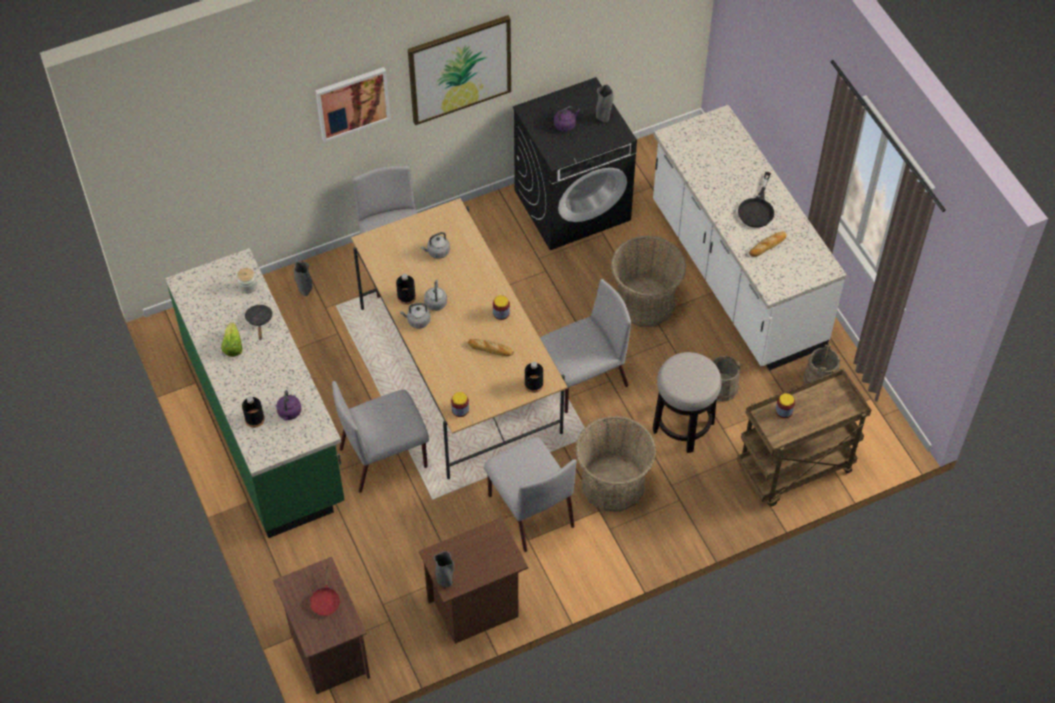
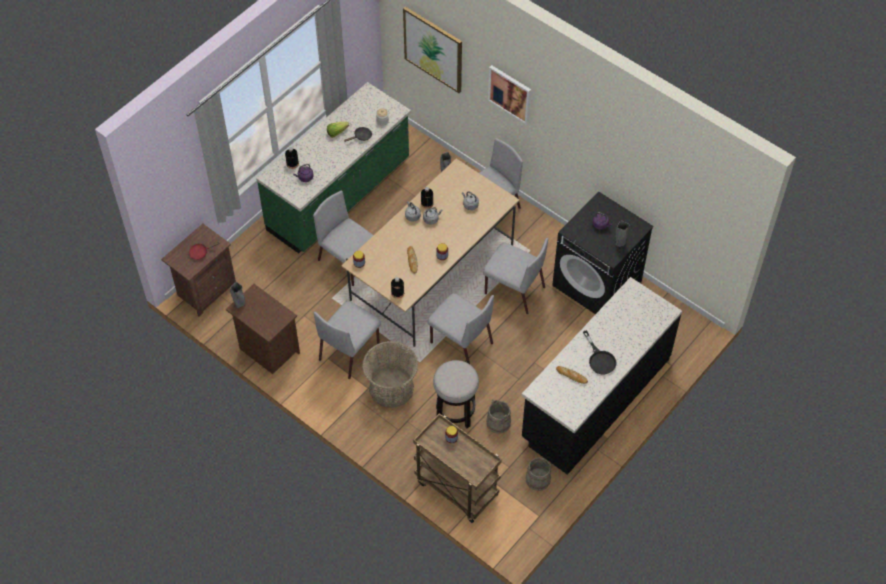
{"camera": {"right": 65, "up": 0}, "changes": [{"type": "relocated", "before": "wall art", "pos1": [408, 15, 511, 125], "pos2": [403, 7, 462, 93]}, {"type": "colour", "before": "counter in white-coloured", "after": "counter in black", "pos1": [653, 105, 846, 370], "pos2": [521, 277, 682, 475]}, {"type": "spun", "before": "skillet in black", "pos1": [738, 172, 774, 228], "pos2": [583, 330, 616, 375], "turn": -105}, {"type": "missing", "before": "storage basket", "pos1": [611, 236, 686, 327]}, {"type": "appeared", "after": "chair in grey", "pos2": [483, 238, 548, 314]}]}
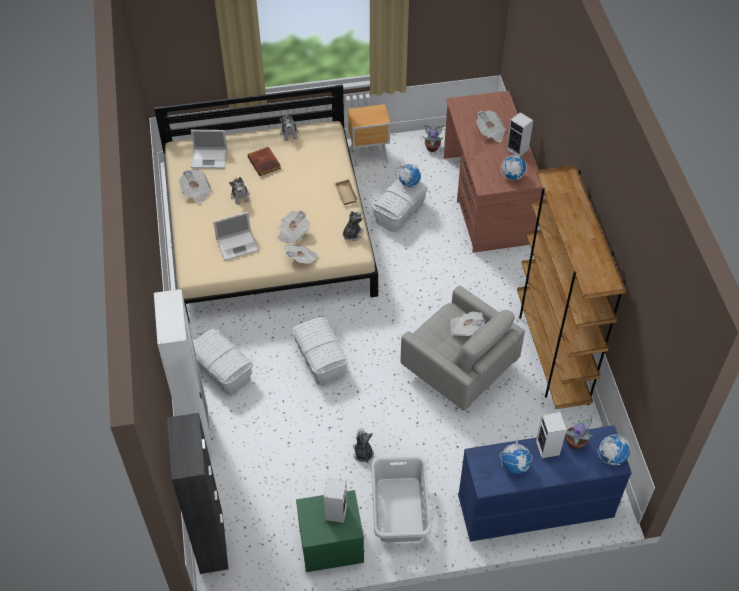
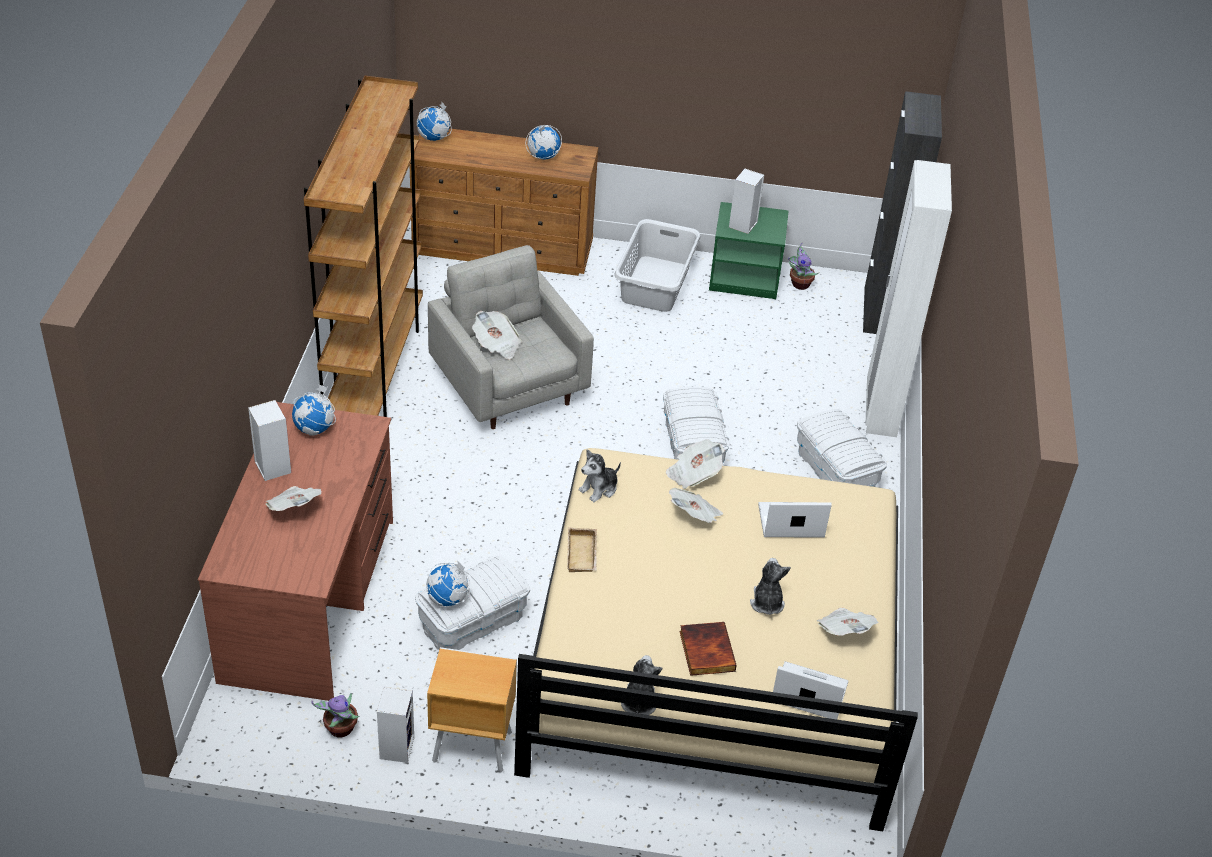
{"camera": {"right": -165, "up": -10}, "changes": [{"type": "relocated", "before": "loudspeaker", "pos1": [536, 412, 567, 458], "pos2": [377, 687, 414, 763]}, {"type": "relocated", "before": "potted plant", "pos1": [565, 415, 593, 449], "pos2": [788, 243, 819, 290]}, {"type": "colour", "before": "dresser in blue-coloured", "after": "dresser in brownish", "pos1": [458, 425, 632, 542], "pos2": [410, 128, 598, 276]}, {"type": "missing", "before": "soft toy", "pos1": [353, 428, 374, 463]}]}
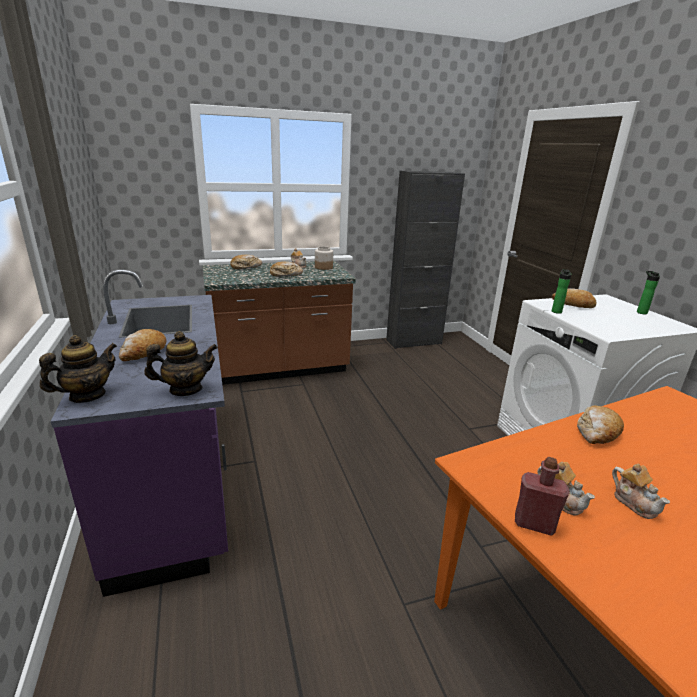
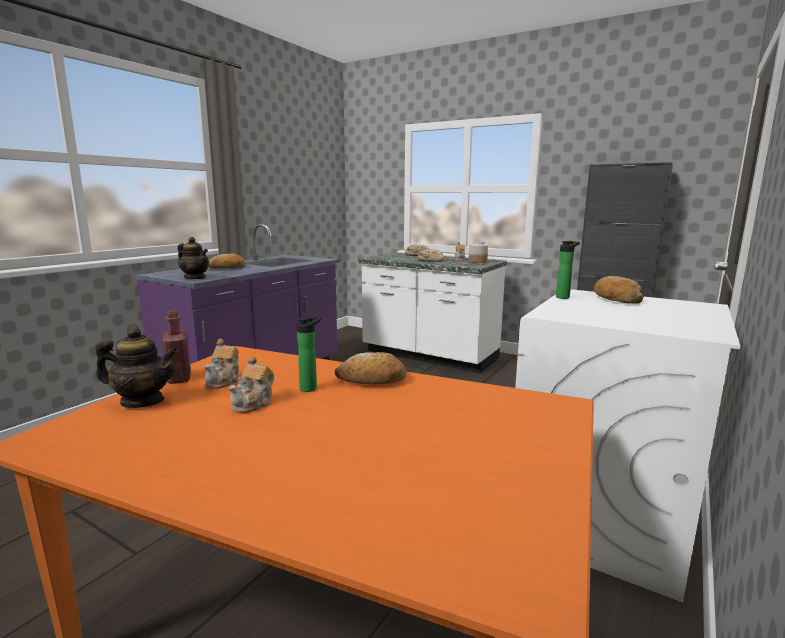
{"camera": {"right": 50, "up": -10}, "changes": [{"type": "colour", "before": "counter in brownish", "after": "counter in white-coloured", "pos1": [203, 261, 356, 385], "pos2": [358, 252, 507, 373]}, {"type": "relocated", "before": "beverage bottle", "pos1": [637, 271, 660, 315], "pos2": [297, 316, 321, 392]}, {"type": "relocated", "before": "pot for tea", "pos1": [39, 335, 117, 403], "pos2": [96, 326, 179, 408]}]}
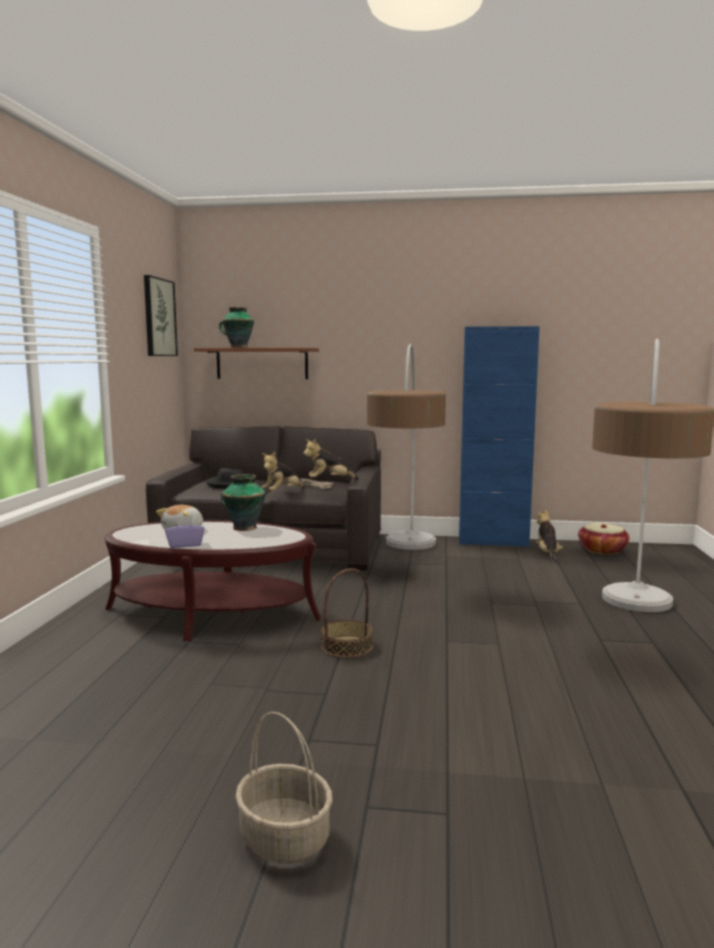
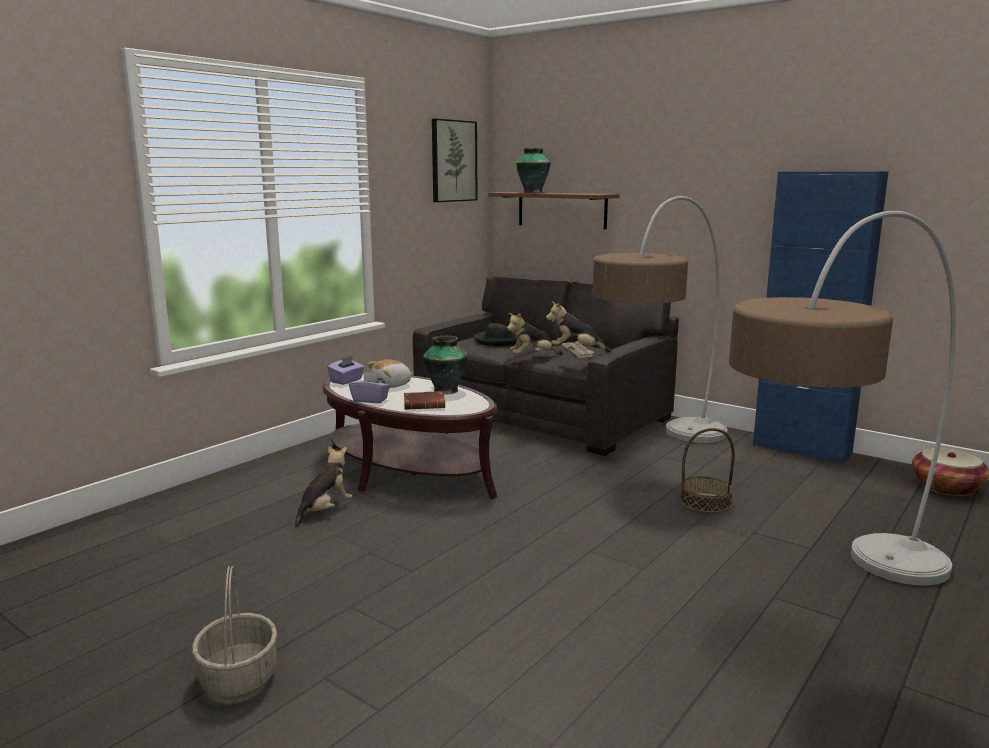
{"camera": {"right": 30, "up": 5}, "changes": [{"type": "relocated", "before": "soft toy", "pos1": [537, 511, 563, 563], "pos2": [295, 446, 352, 527]}, {"type": "relocated", "before": "storage basket", "pos1": [321, 568, 373, 658], "pos2": [680, 428, 735, 513]}, {"type": "appeared", "after": "tissue holder in purplish", "pos2": [327, 355, 365, 385]}, {"type": "appeared", "after": "volume in brownish", "pos2": [404, 391, 445, 410]}]}
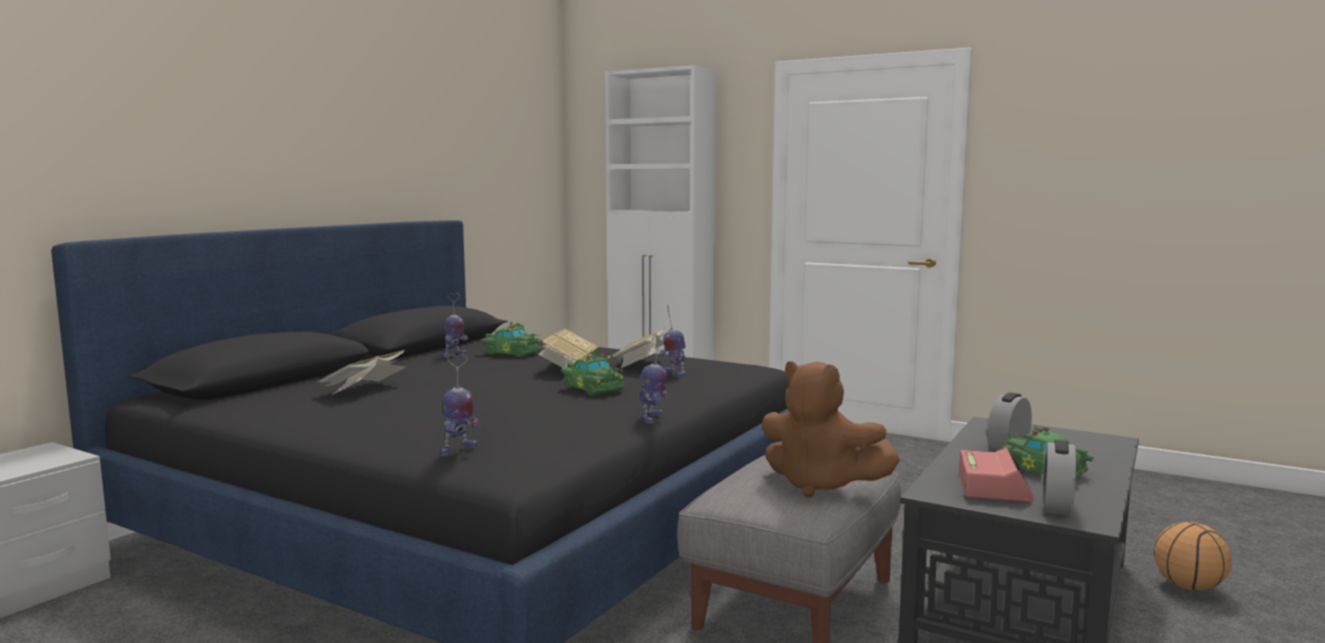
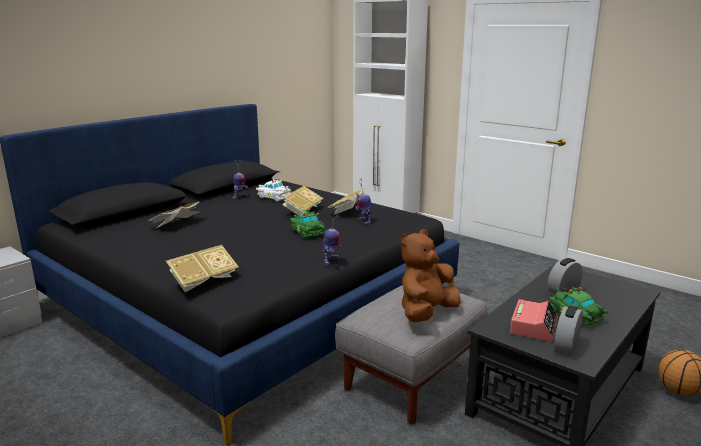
{"camera": {"right": 10, "up": 10}, "changes": [{"type": "colour", "before": "model car in greenish", "after": "model car in white-coloured", "pos1": [481, 322, 541, 357], "pos2": [256, 178, 292, 201]}, {"type": "exchanged", "before": "toy robot", "after": "volume", "pos1": [440, 355, 481, 455], "pos2": [166, 245, 239, 292]}, {"type": "spun", "before": "soft toy in brownish", "pos1": [761, 361, 900, 498], "pos2": [401, 229, 461, 323], "turn": 90}]}
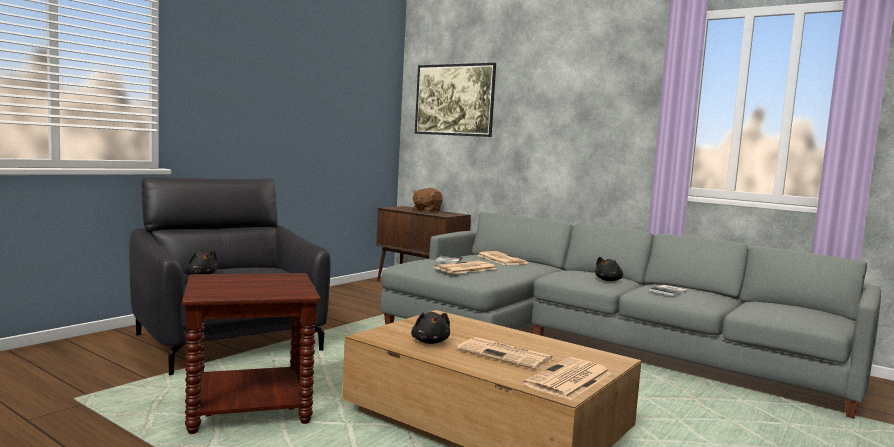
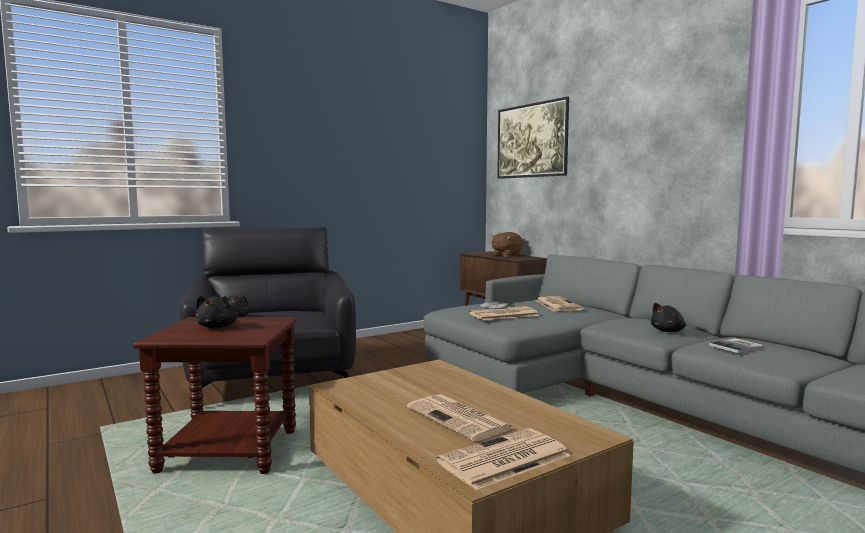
{"camera": {"right": 20, "up": 0}, "changes": [{"type": "relocated", "before": "soft toy in black", "pos1": [411, 312, 450, 344], "pos2": [195, 296, 237, 328]}]}
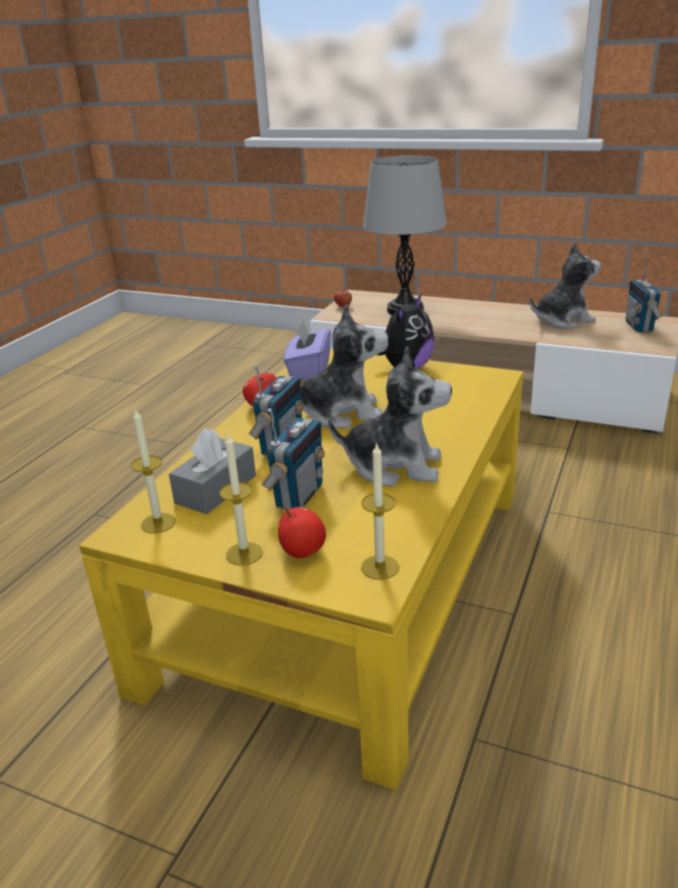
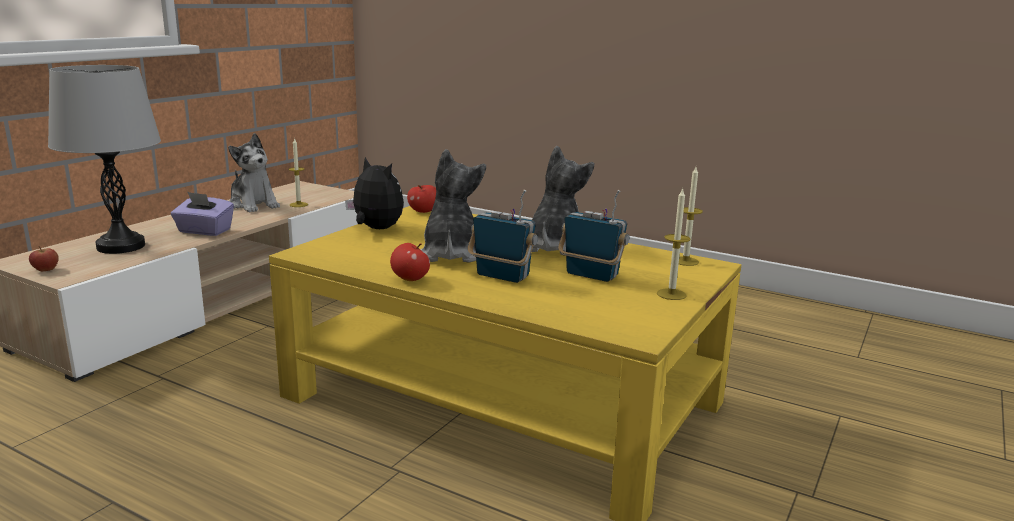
{"camera": {"right": -85, "up": -10}, "changes": [{"type": "spun", "before": "soft toy", "pos1": [530, 242, 601, 329], "pos2": [228, 133, 280, 212], "turn": 150}, {"type": "missing", "before": "radio", "pos1": [625, 257, 663, 333]}, {"type": "relocated", "before": "tissue holder in purplish", "pos1": [284, 321, 331, 381], "pos2": [171, 192, 234, 236]}, {"type": "relocated", "before": "wax light", "pos1": [131, 408, 176, 534], "pos2": [288, 138, 308, 207]}, {"type": "missing", "before": "tissue holder in grey", "pos1": [169, 428, 256, 514]}, {"type": "relocated", "before": "apple", "pos1": [278, 507, 326, 558], "pos2": [407, 185, 436, 213]}]}
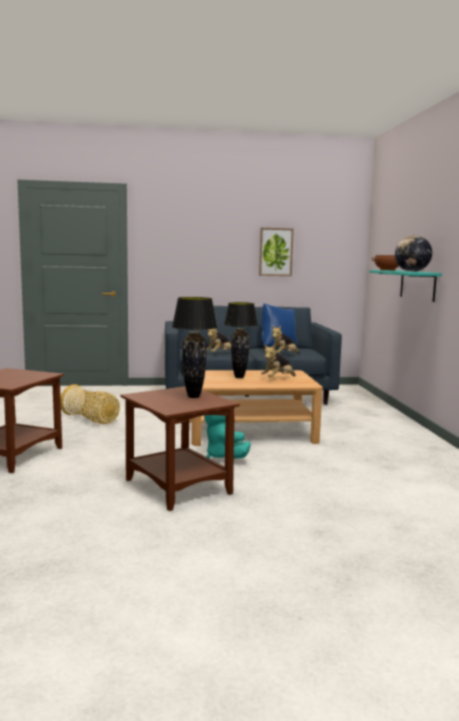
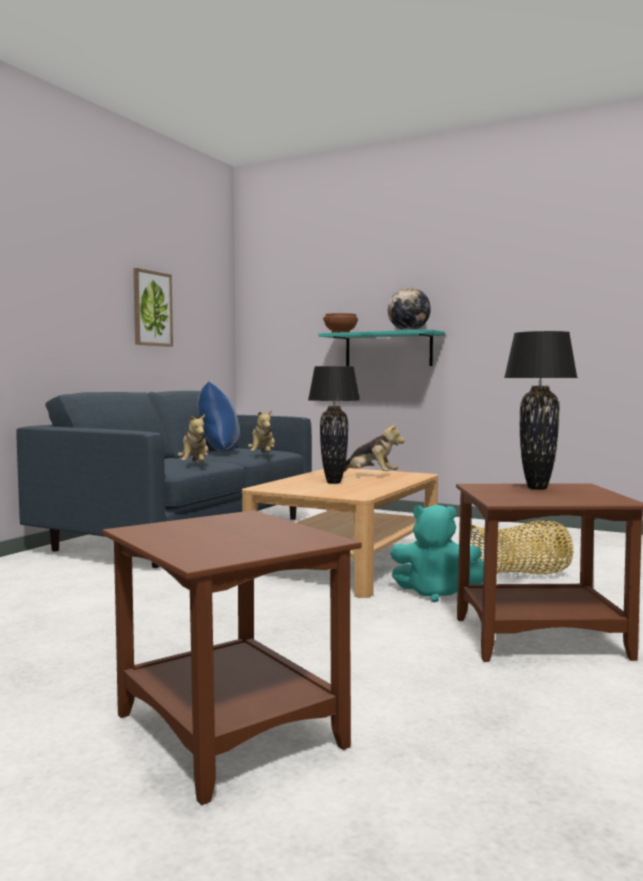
{"camera": {"right": -55, "up": -5}, "changes": [{"type": "spun", "before": "soft toy", "pos1": [261, 345, 295, 377], "pos2": [344, 423, 405, 472], "turn": -60}, {"type": "relocated", "before": "storage basket", "pos1": [61, 385, 120, 424], "pos2": [470, 521, 574, 575]}]}
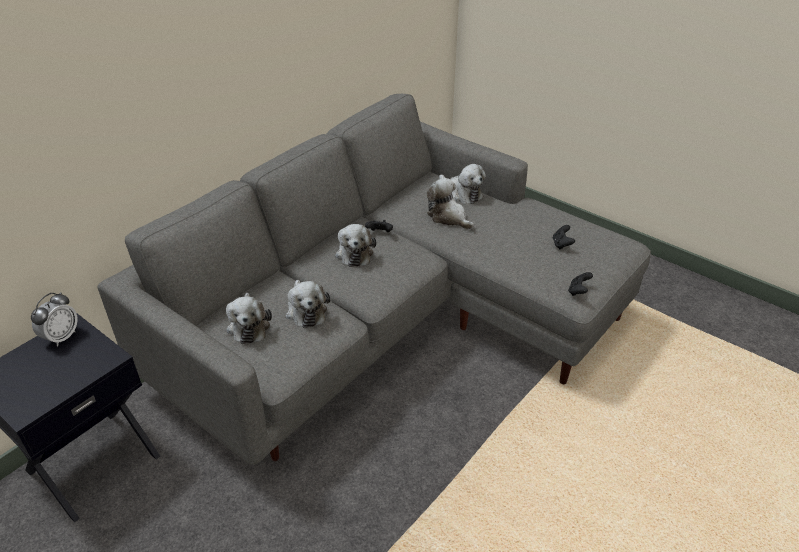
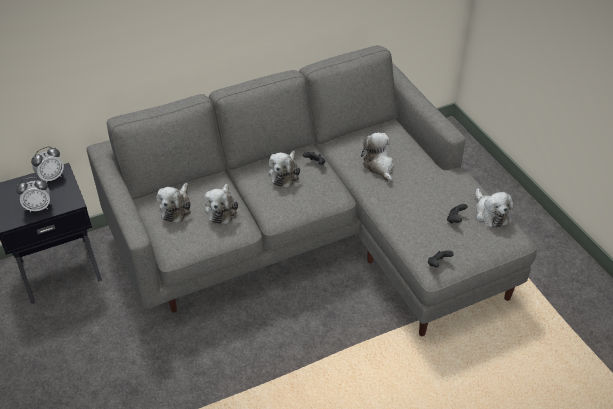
{"camera": {"right": 25, "up": 5}, "changes": [{"type": "relocated", "before": "soft toy", "pos1": [439, 164, 486, 204], "pos2": [475, 188, 514, 228]}, {"type": "appeared", "after": "table clock", "pos2": [16, 177, 50, 212]}]}
